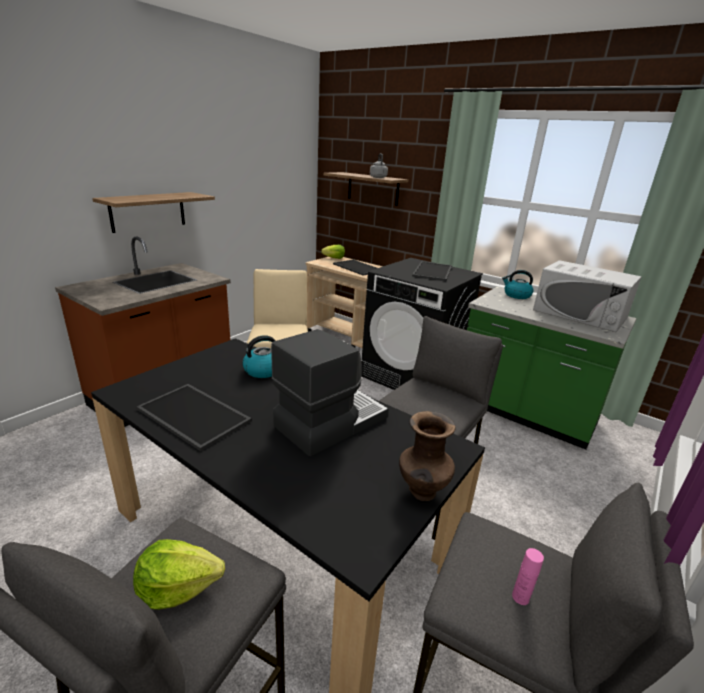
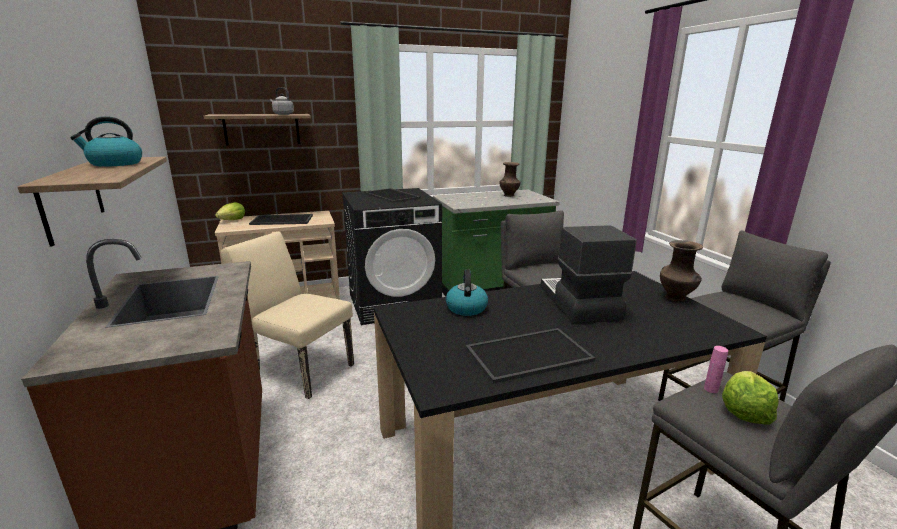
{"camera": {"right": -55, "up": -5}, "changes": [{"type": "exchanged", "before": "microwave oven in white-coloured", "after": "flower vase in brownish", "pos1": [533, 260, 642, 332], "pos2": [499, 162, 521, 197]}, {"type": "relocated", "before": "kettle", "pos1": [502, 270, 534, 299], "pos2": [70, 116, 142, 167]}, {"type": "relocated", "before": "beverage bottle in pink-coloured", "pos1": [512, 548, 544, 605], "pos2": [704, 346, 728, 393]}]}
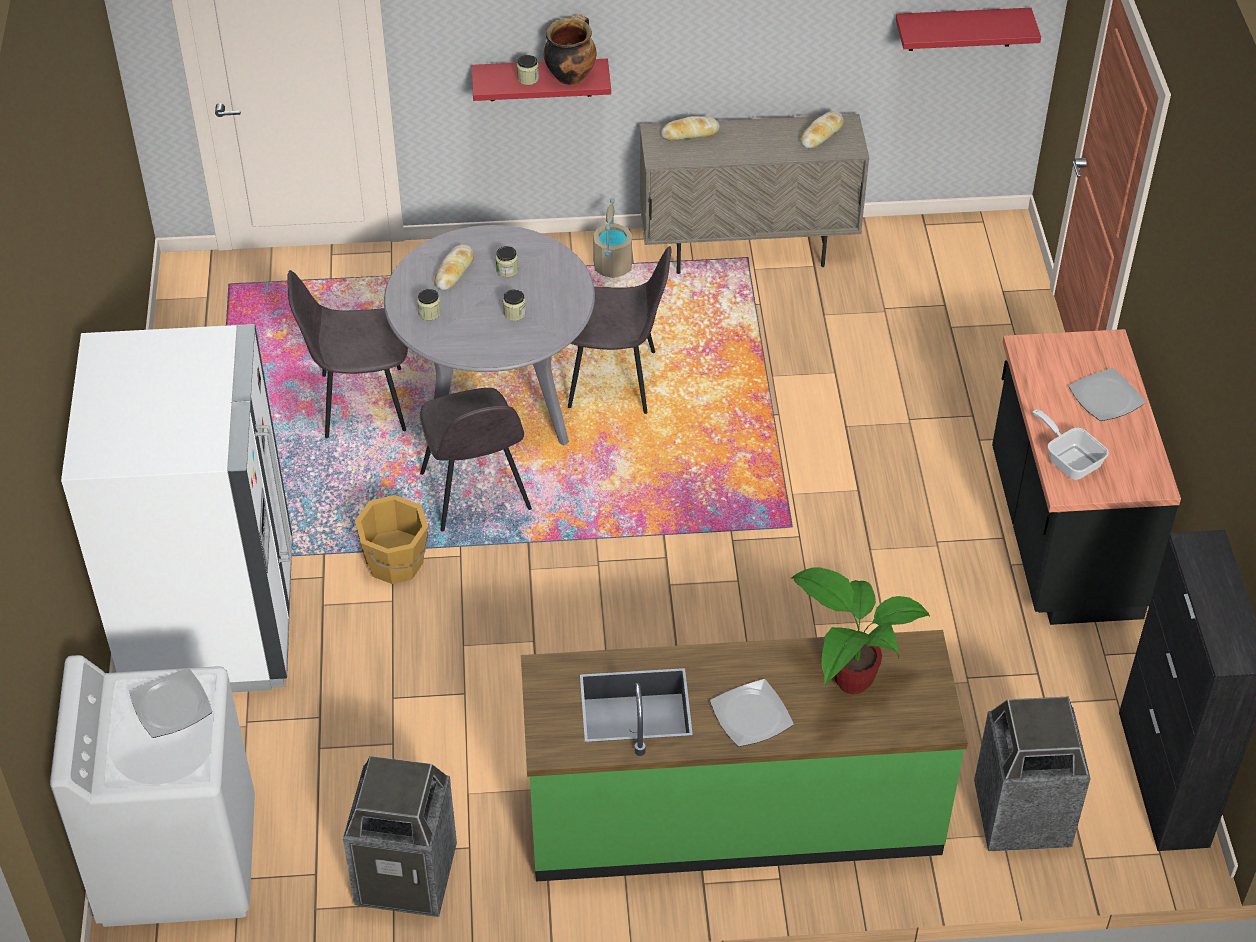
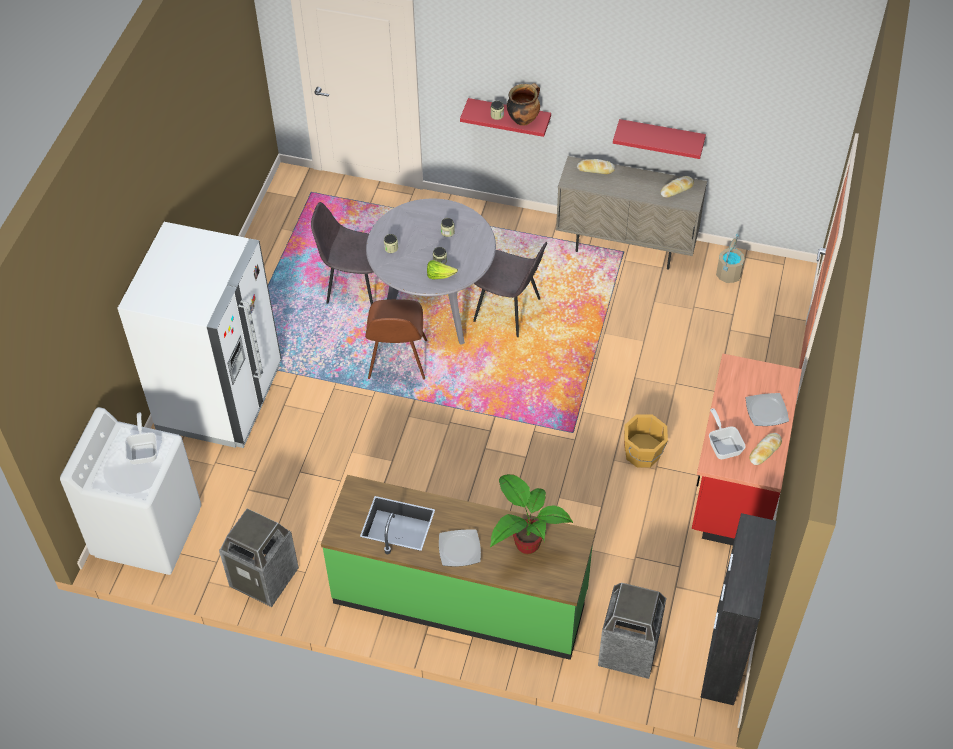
{"camera": {"right": 20, "up": 5}, "changes": [{"type": "relocated", "before": "shelf in red", "pos1": [896, 8, 1041, 51], "pos2": [613, 119, 706, 159]}, {"type": "relocated", "before": "bucket in beige-coloured", "pos1": [593, 198, 632, 278], "pos2": [716, 234, 744, 283]}, {"type": "relocated", "before": "baked bread", "pos1": [434, 245, 474, 290], "pos2": [749, 433, 782, 465]}, {"type": "colour", "before": "counter in black", "after": "counter in red", "pos1": [992, 329, 1181, 625], "pos2": [692, 354, 802, 545]}, {"type": "colour", "before": "chair in grey", "after": "chair in brownish", "pos1": [420, 388, 532, 531], "pos2": [365, 299, 427, 380]}, {"type": "relocated", "before": "bucket in orange-coloured", "pos1": [355, 495, 429, 584], "pos2": [624, 414, 668, 468]}, {"type": "exchanged", "before": "flat dish", "after": "skillet", "pos1": [130, 668, 212, 738], "pos2": [125, 413, 157, 464]}, {"type": "appeared", "after": "head of lettuce", "pos2": [427, 260, 458, 279]}]}
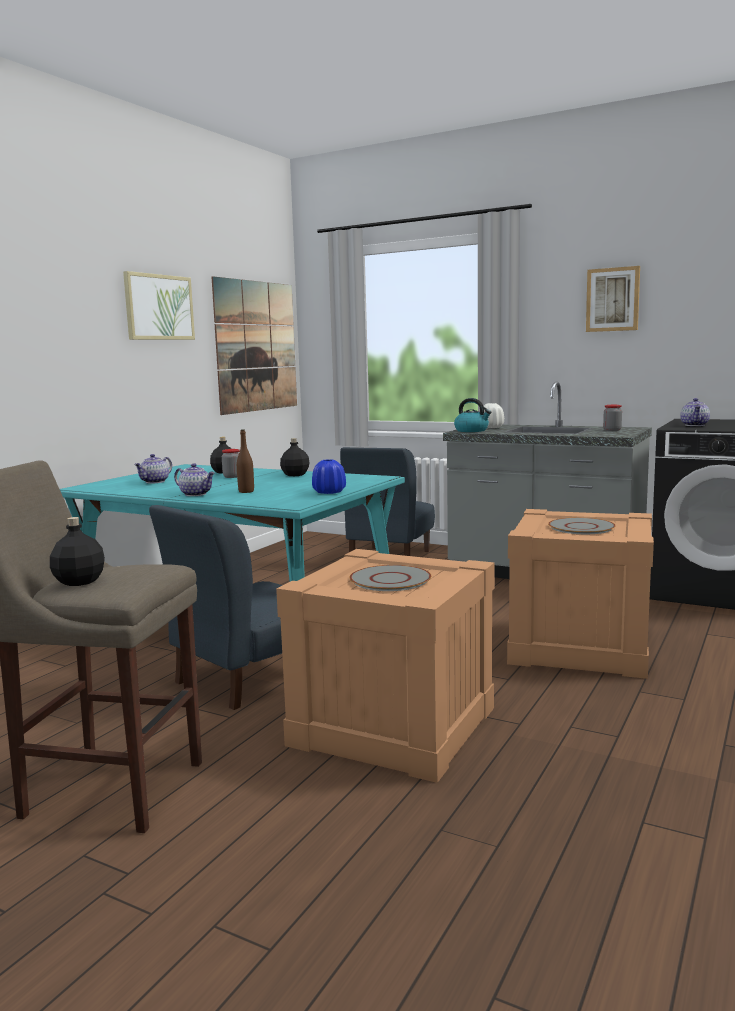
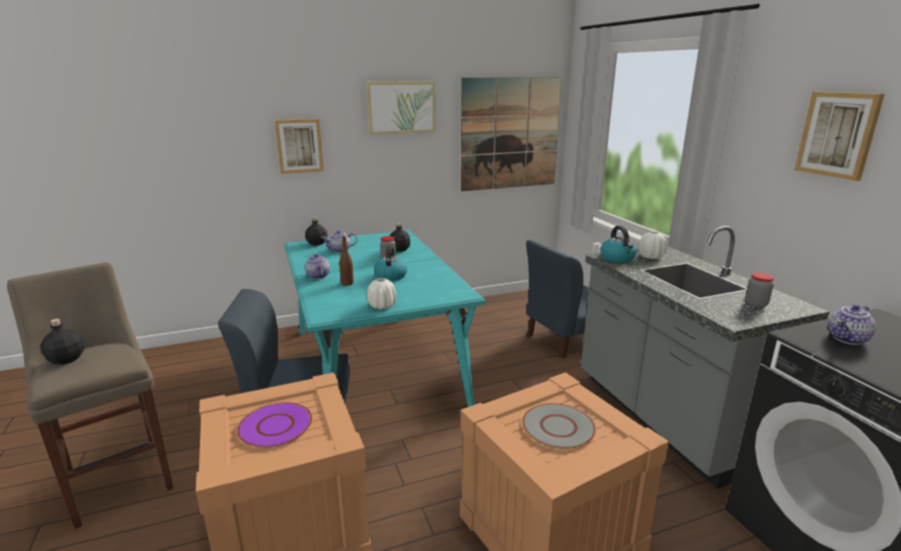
{"camera": {"right": 40, "up": 10}, "changes": [{"type": "relocated", "before": "beverage bottle in black", "pos1": [280, 438, 310, 476], "pos2": [305, 217, 327, 246]}, {"type": "colour", "before": "flower vase in blue-coloured", "after": "flower vase in white-coloured", "pos1": [312, 459, 346, 494], "pos2": [367, 278, 396, 309]}, {"type": "colour", "before": "flat dish in grey", "after": "flat dish in purplish", "pos1": [349, 565, 431, 591], "pos2": [237, 402, 312, 448]}, {"type": "appeared", "after": "wall art", "pos2": [275, 119, 324, 174]}, {"type": "appeared", "after": "kettle", "pos2": [374, 246, 407, 281]}]}
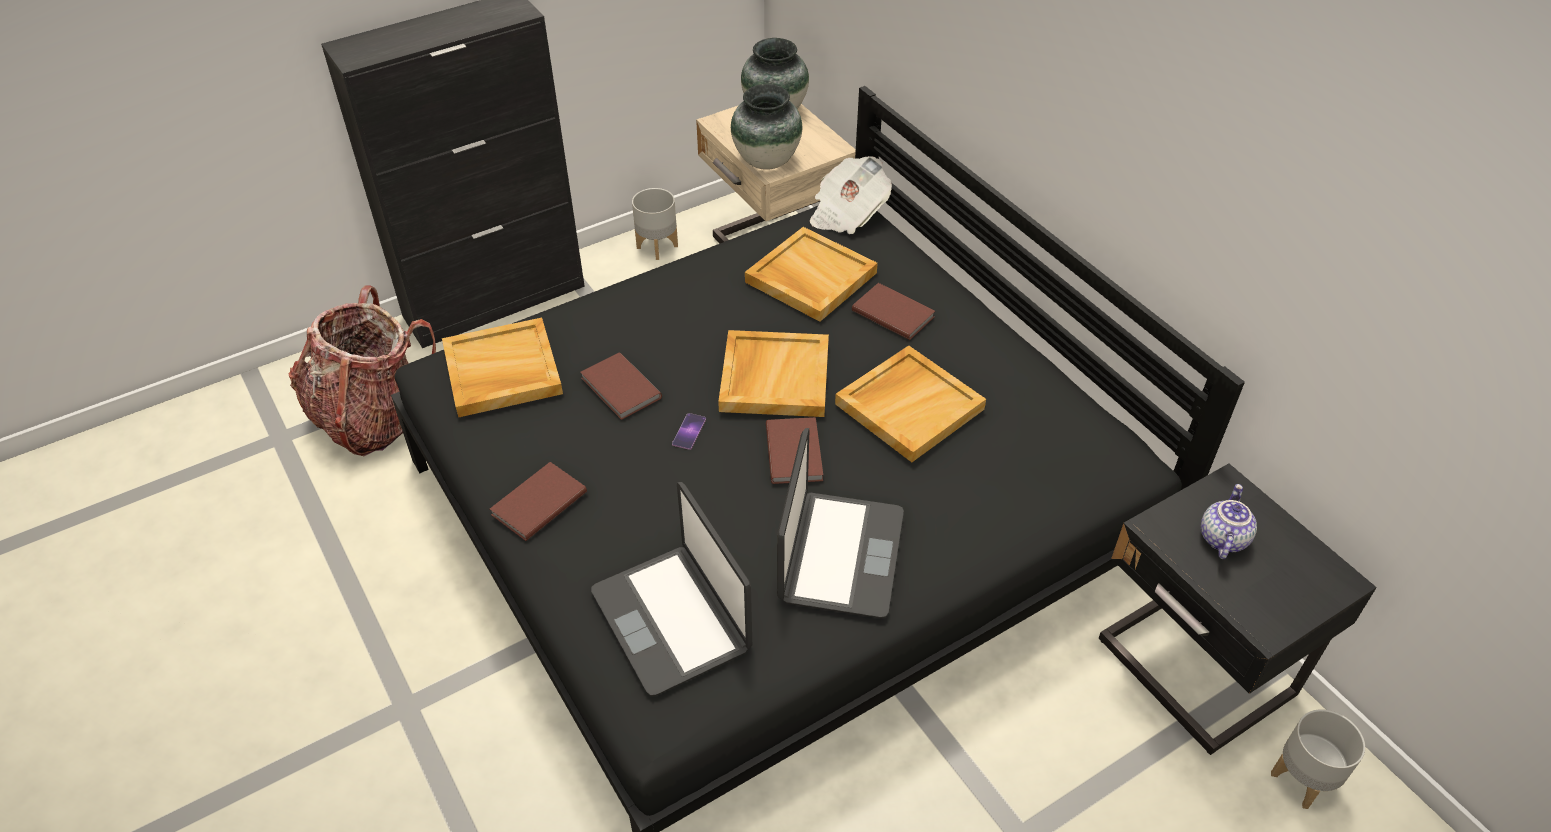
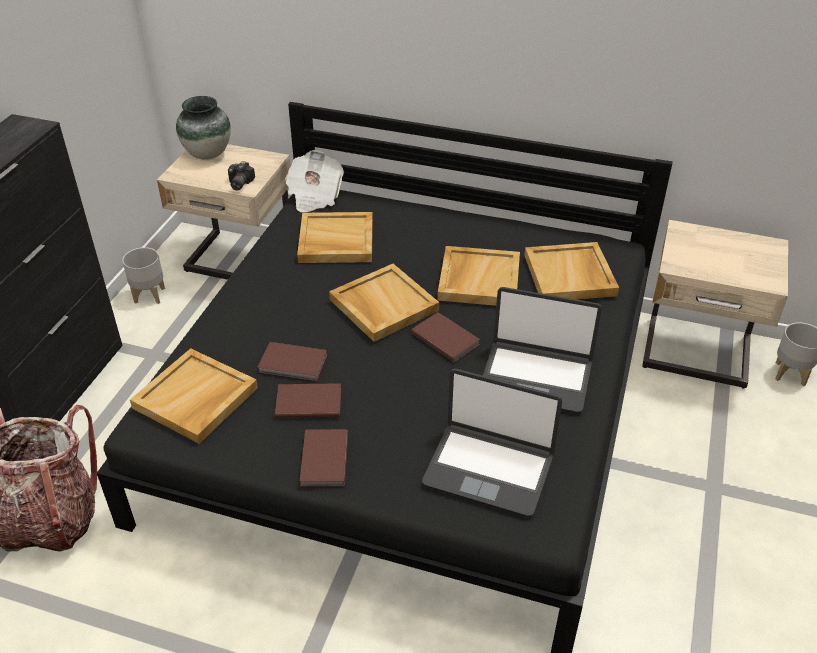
{"camera": {"right": -40, "up": -5}, "changes": [{"type": "exchanged", "before": "flower vase", "after": "photo camera", "pos1": [731, 84, 802, 170], "pos2": [228, 161, 255, 191]}, {"type": "relocated", "before": "volume in brownish", "pos1": [852, 283, 935, 340], "pos2": [275, 383, 341, 418]}, {"type": "missing", "before": "handset", "pos1": [672, 413, 706, 450]}, {"type": "spun", "before": "portable computer", "pos1": [777, 428, 904, 619], "pos2": [483, 287, 602, 413], "turn": 135}, {"type": "colour", "before": "bedside table in black", "after": "bedside table in beige-coloured", "pos1": [1099, 463, 1377, 755], "pos2": [642, 220, 788, 389]}, {"type": "missing", "before": "pot for tea", "pos1": [1201, 484, 1257, 559]}, {"type": "appeared", "after": "tray in beige-coloured", "pos2": [524, 242, 619, 300]}]}
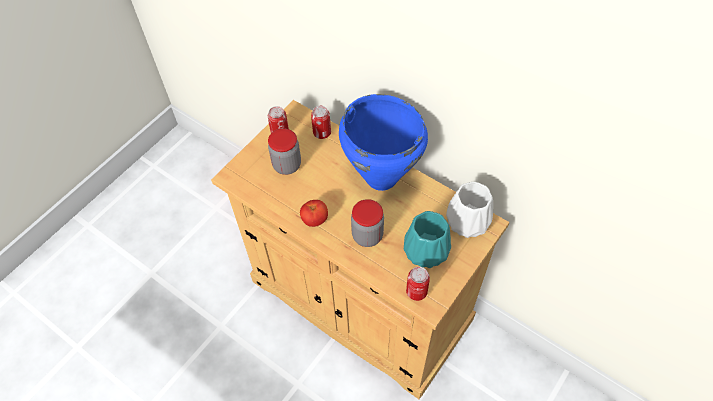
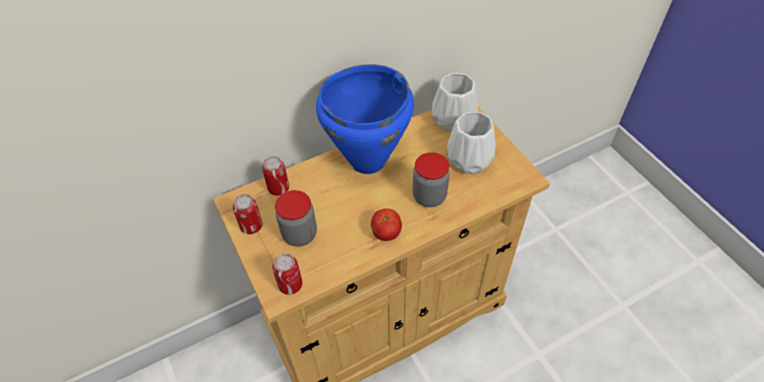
{"camera": {"right": -65, "up": -5}, "changes": [{"type": "colour", "before": "flower vase in turquoise-coloured", "after": "flower vase in white-coloured", "pos1": [403, 211, 451, 268], "pos2": [447, 111, 496, 174]}, {"type": "relocated", "before": "can", "pos1": [406, 267, 430, 301], "pos2": [272, 253, 303, 295]}]}
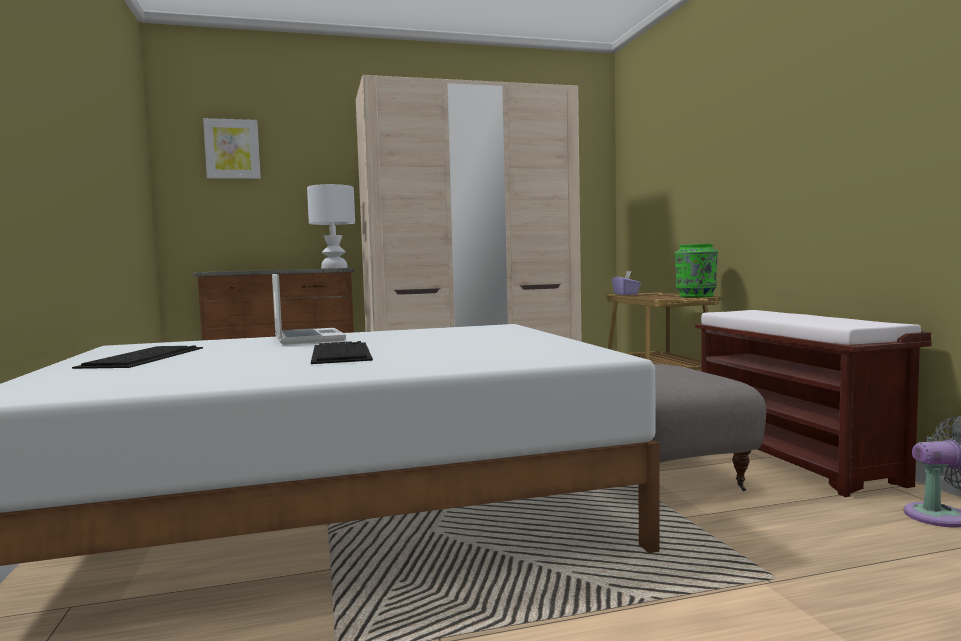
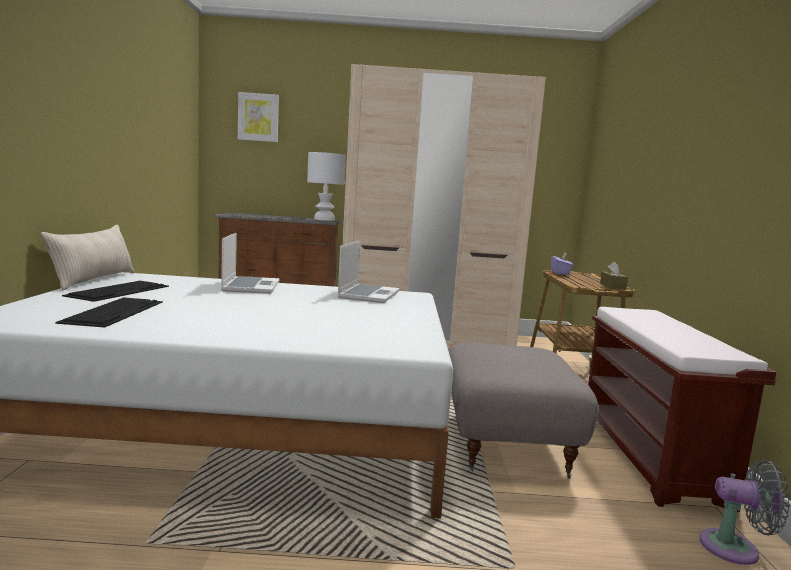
{"camera": {"right": 15, "up": 5}, "changes": [{"type": "exchanged", "before": "flower vase in greenish", "after": "tissue holder in brownish", "pos1": [674, 244, 718, 297], "pos2": [600, 262, 628, 290]}, {"type": "relocated", "before": "computer keyboard", "pos1": [311, 341, 373, 364], "pos2": [55, 297, 163, 327]}, {"type": "appeared", "after": "throw pillow in beige-coloured", "pos2": [41, 225, 134, 290]}, {"type": "appeared", "after": "portable computer", "pos2": [337, 241, 400, 303]}]}
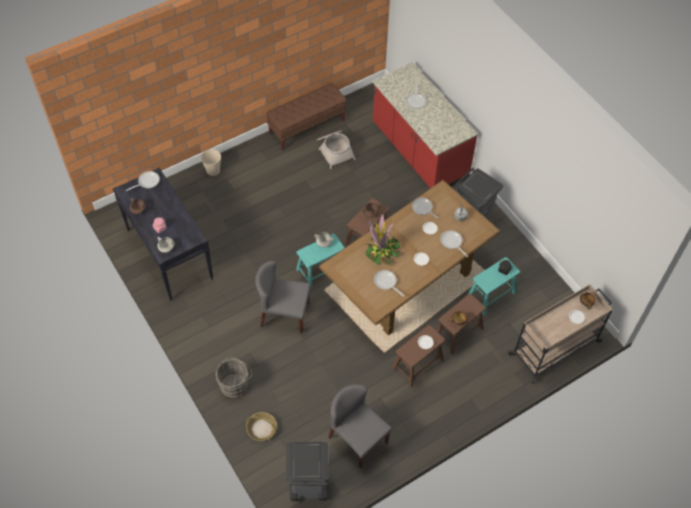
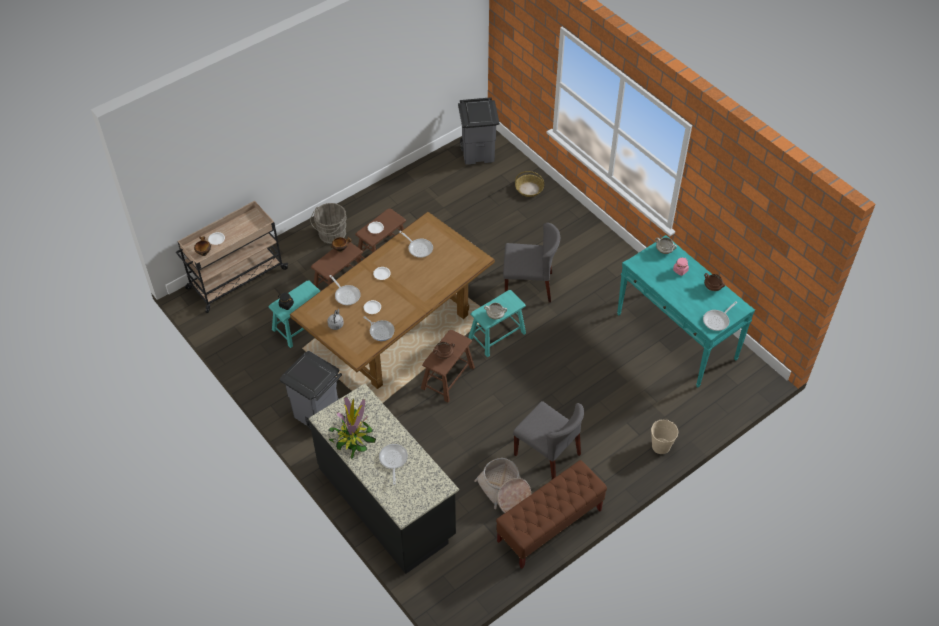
{"camera": {"right": 175, "up": -5}, "changes": [{"type": "colour", "before": "counter in red", "after": "counter in black", "pos1": [372, 62, 478, 188], "pos2": [309, 384, 459, 574]}, {"type": "colour", "before": "hall table in black", "after": "hall table in turquoise-coloured", "pos1": [113, 167, 214, 300], "pos2": [617, 235, 755, 387]}, {"type": "relocated", "before": "potted plant", "pos1": [366, 214, 401, 266], "pos2": [329, 397, 376, 459]}, {"type": "relocated", "before": "bucket in grey", "pos1": [216, 357, 252, 398], "pos2": [310, 203, 347, 244]}, {"type": "relocated", "before": "chair in grey", "pos1": [329, 384, 392, 468], "pos2": [513, 401, 584, 479]}]}
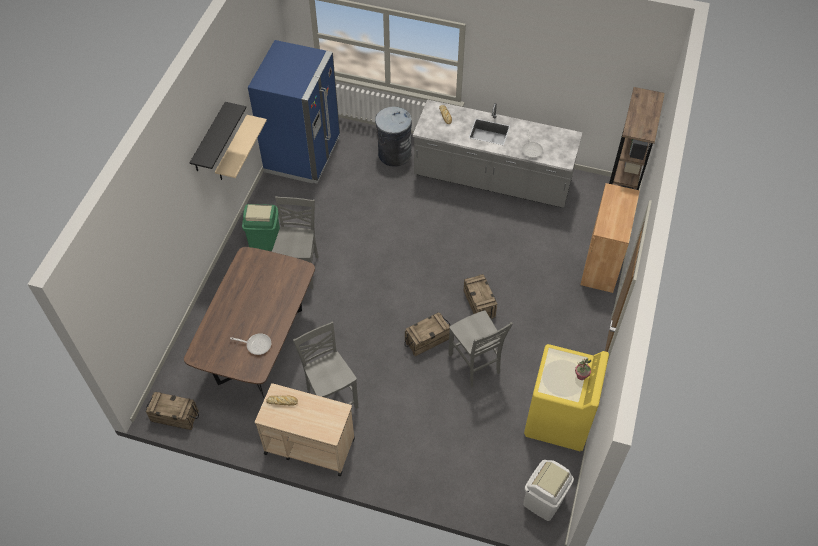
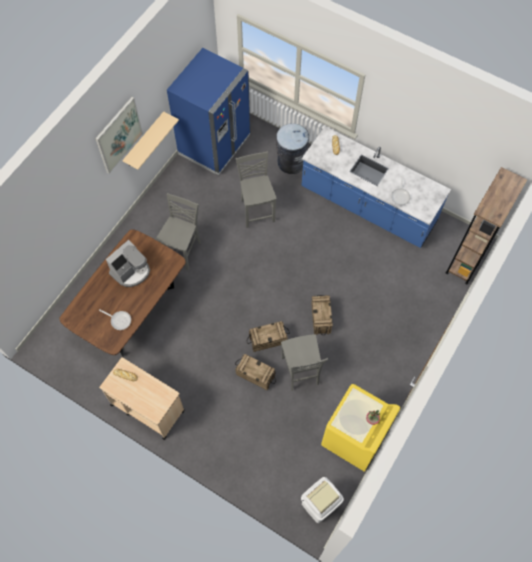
{"camera": {"right": 15, "up": 10}, "changes": [{"type": "colour", "before": "counter in grey", "after": "counter in blue-coloured", "pos1": [413, 99, 583, 208], "pos2": [301, 126, 451, 248]}, {"type": "exchanged", "before": "shelf in black", "after": "wall art", "pos1": [189, 102, 246, 171], "pos2": [95, 97, 143, 174]}, {"type": "missing", "before": "cabinet in brownish", "pos1": [580, 183, 640, 293]}, {"type": "missing", "before": "rubbish bin in greenish", "pos1": [242, 204, 280, 251]}, {"type": "relocated", "before": "chair in grey", "pos1": [293, 321, 358, 409], "pos2": [235, 151, 277, 228]}, {"type": "relocated", "before": "shipping crate", "pos1": [146, 392, 199, 430], "pos2": [235, 354, 276, 390]}, {"type": "appeared", "after": "coffee maker", "pos2": [106, 240, 150, 287]}]}
